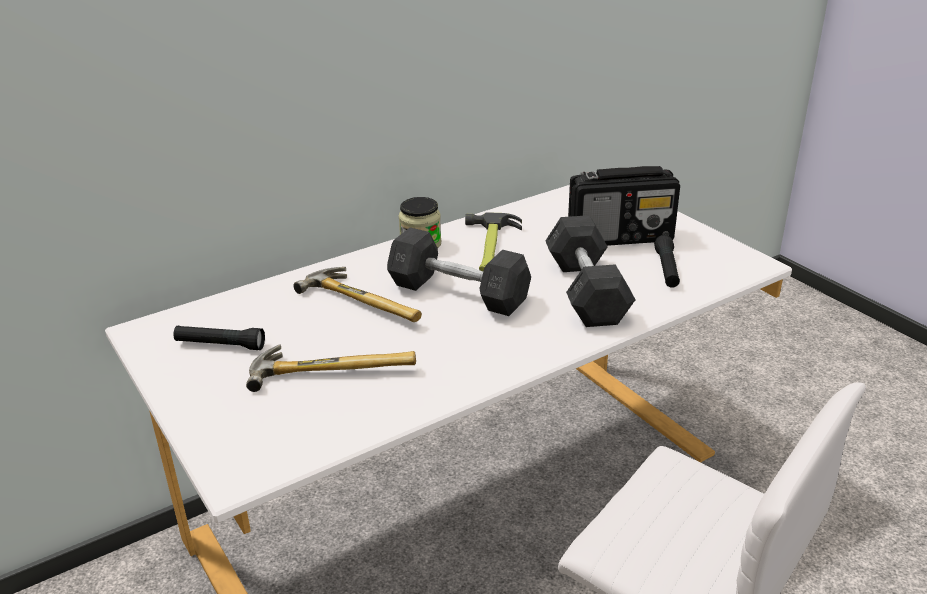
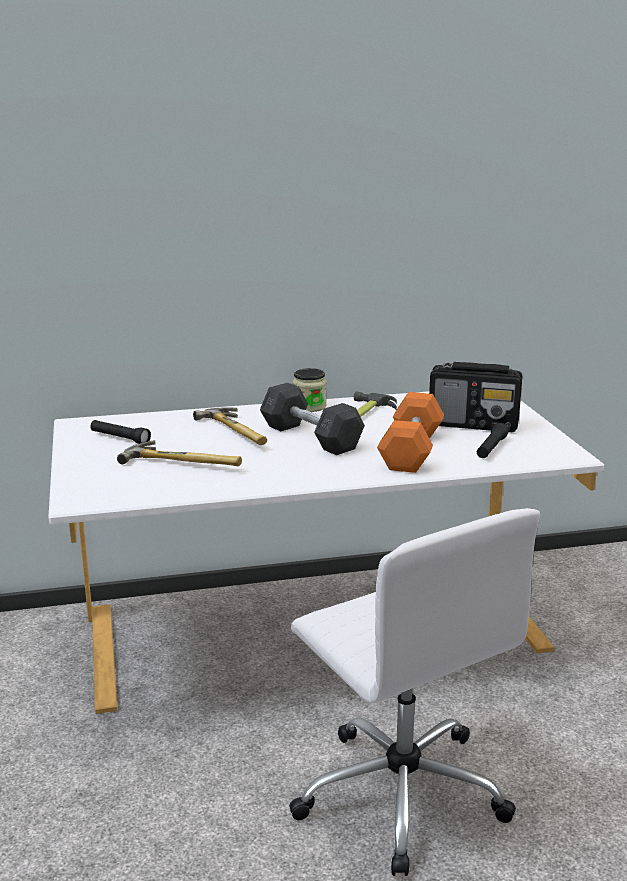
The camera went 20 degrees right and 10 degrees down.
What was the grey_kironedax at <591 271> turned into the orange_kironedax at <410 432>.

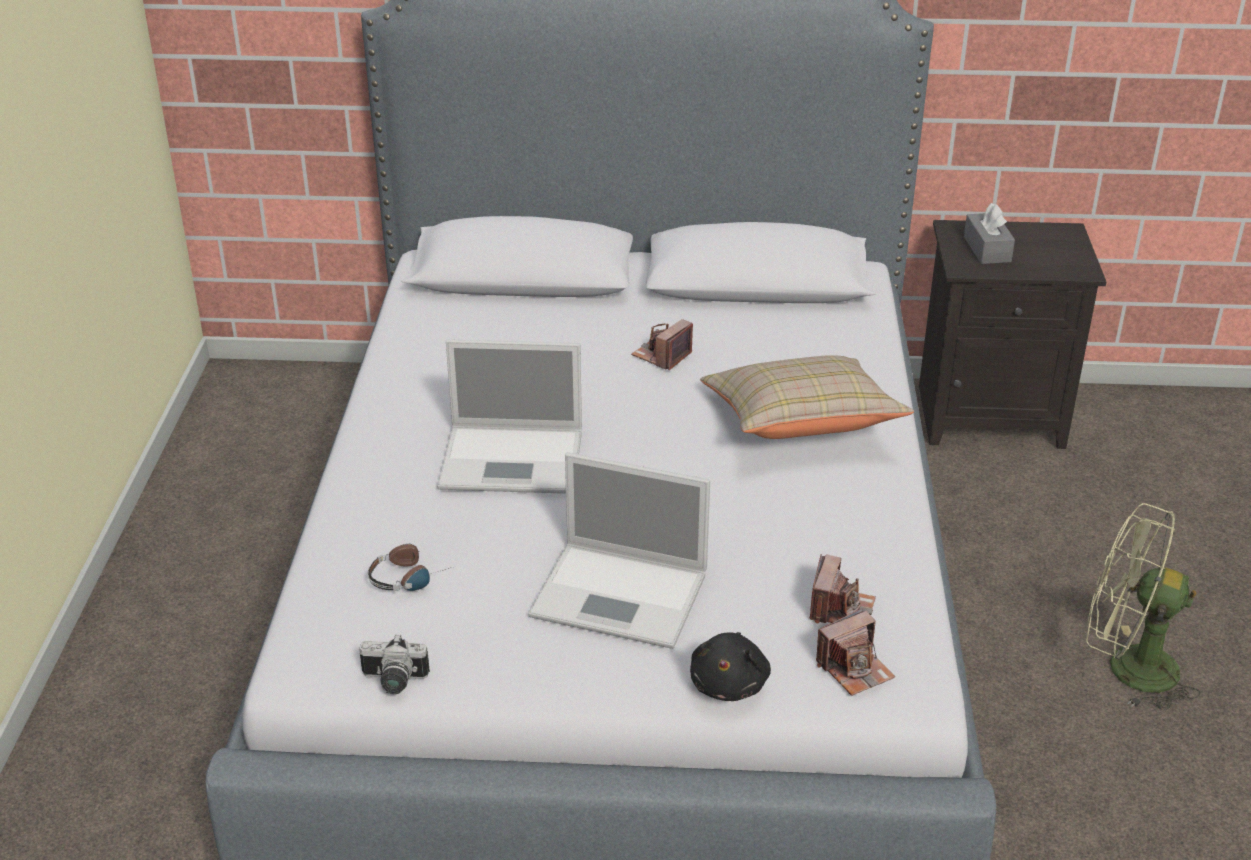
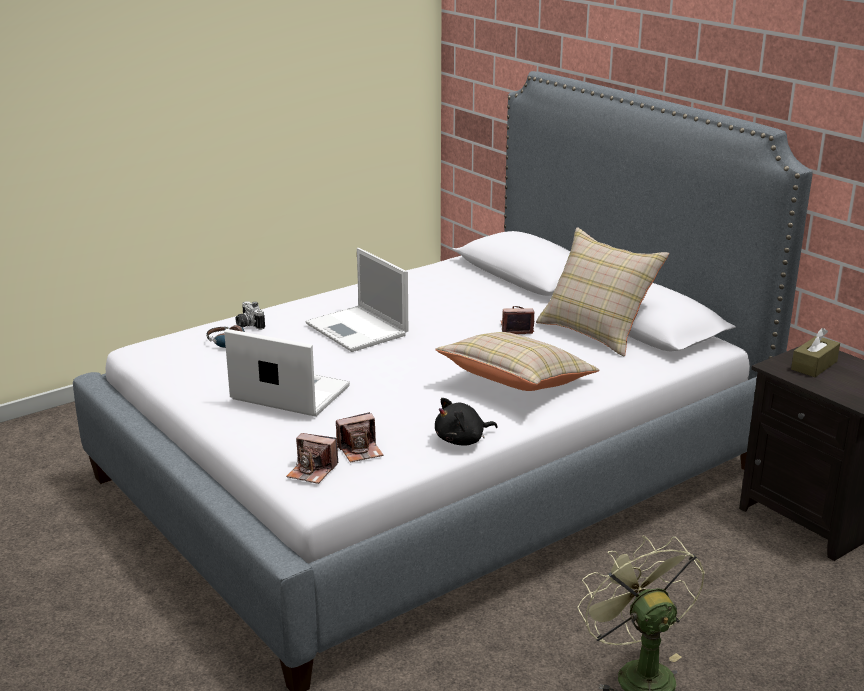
The camera went 50 degrees right and 10 degrees down.
What was the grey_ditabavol at <989 233> turned into the brown_ditabavol at <815 352>.
The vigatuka at <619 550> ended up facing another way, 135 degrees clockwise from before.
The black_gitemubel ended up elsewhere, having gone from <730 666> to <466 421>.
The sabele ended up elsewhere, having gone from <394 664> to <250 315>.
The second view gained the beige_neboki at <602 292>.

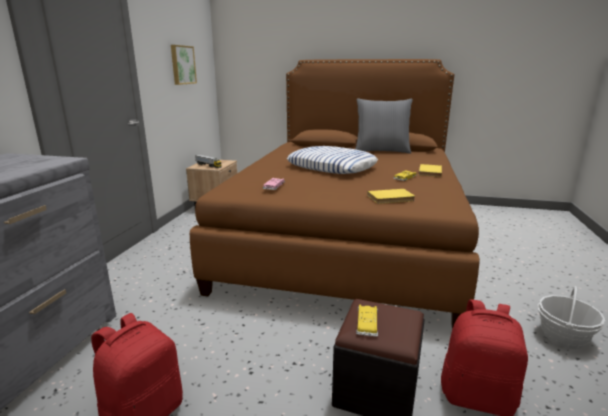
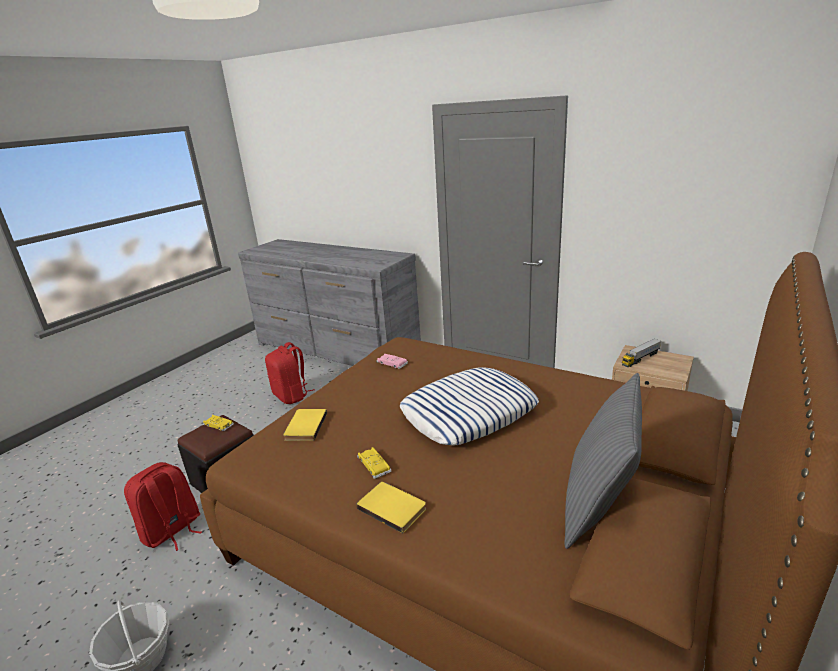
The camera went 110 degrees right and 5 degrees up.
The second view lost the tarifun at <184 65>.

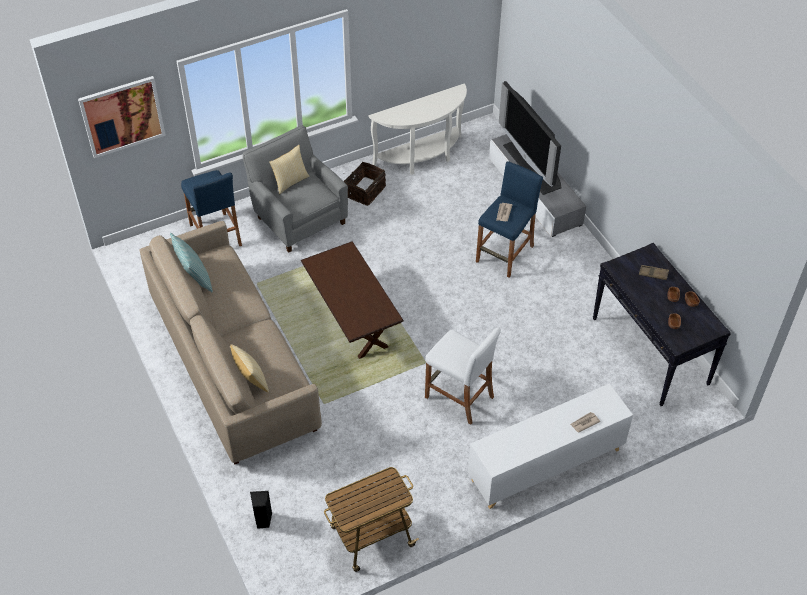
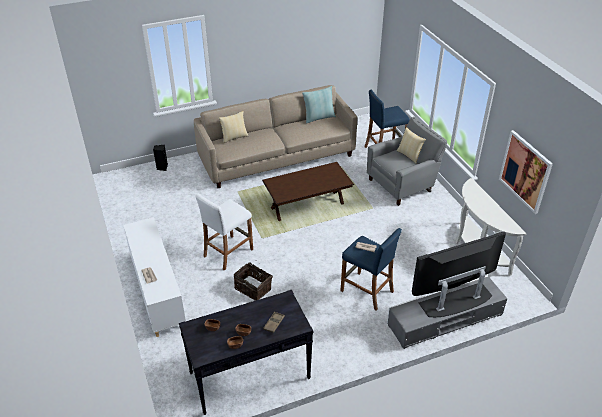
The camera went 95 degrees right and 10 degrees down.
The tarifun ended up elsewhere, having gone from <122 117> to <526 172>.
The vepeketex ended up elsewhere, having gone from <365 184> to <253 281>.
The second view lost the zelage at <371 519>.

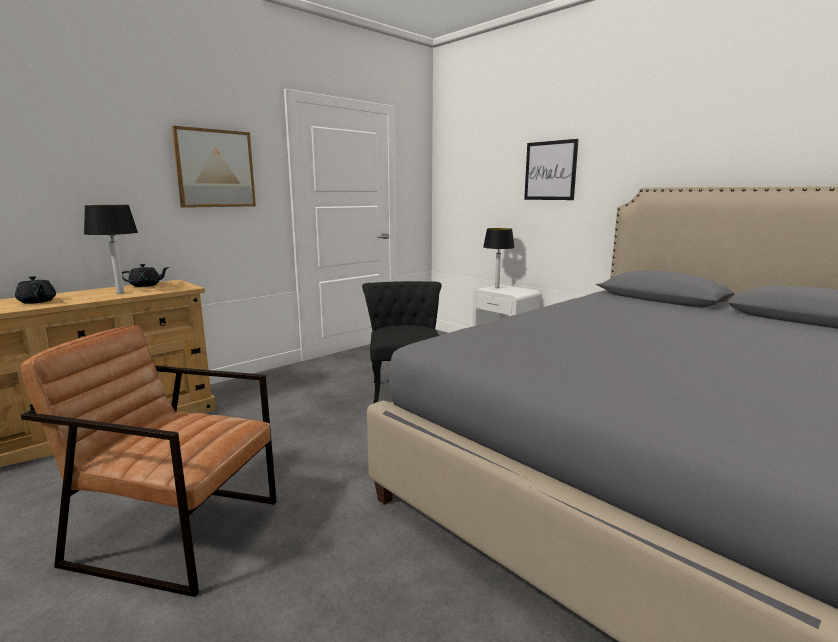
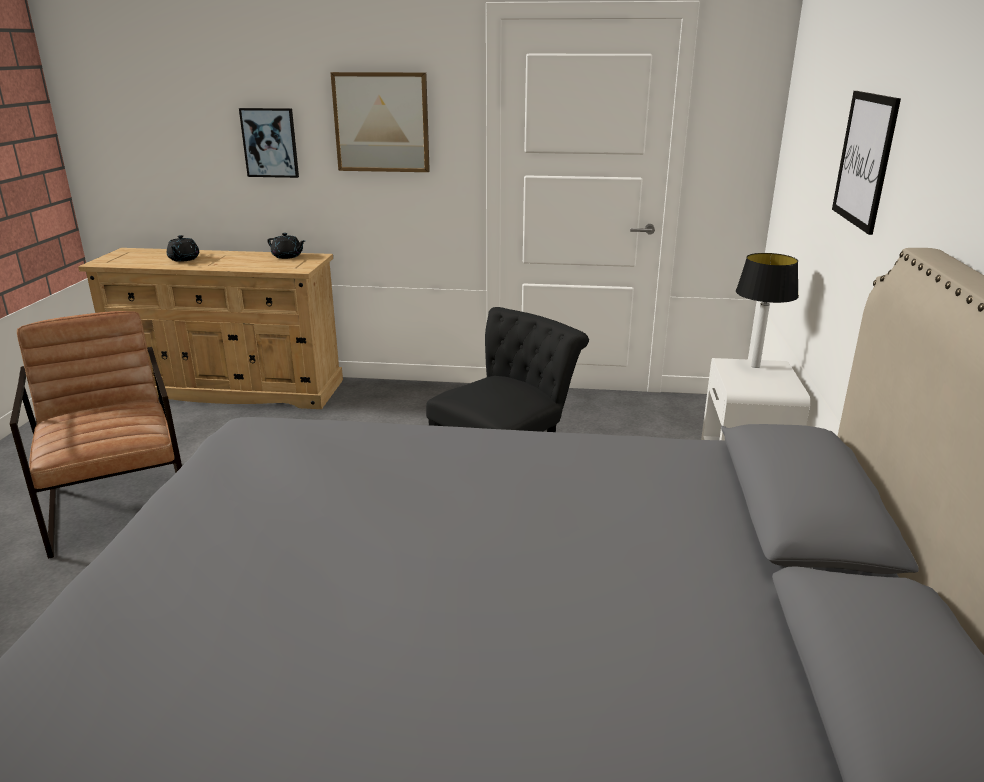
The camera went 50 degrees right and 10 degrees up.
The second view lost the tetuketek at <111 249>.
The second view gained the tarifun at <269 143>.

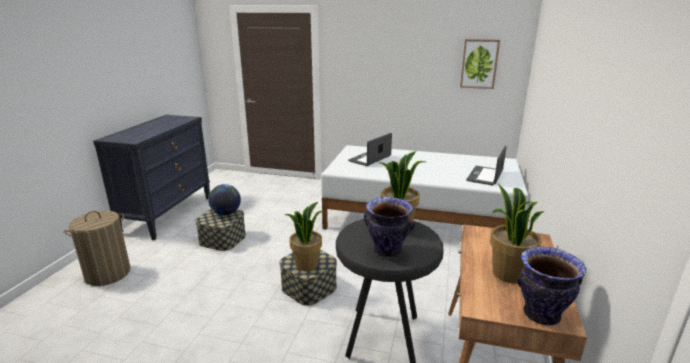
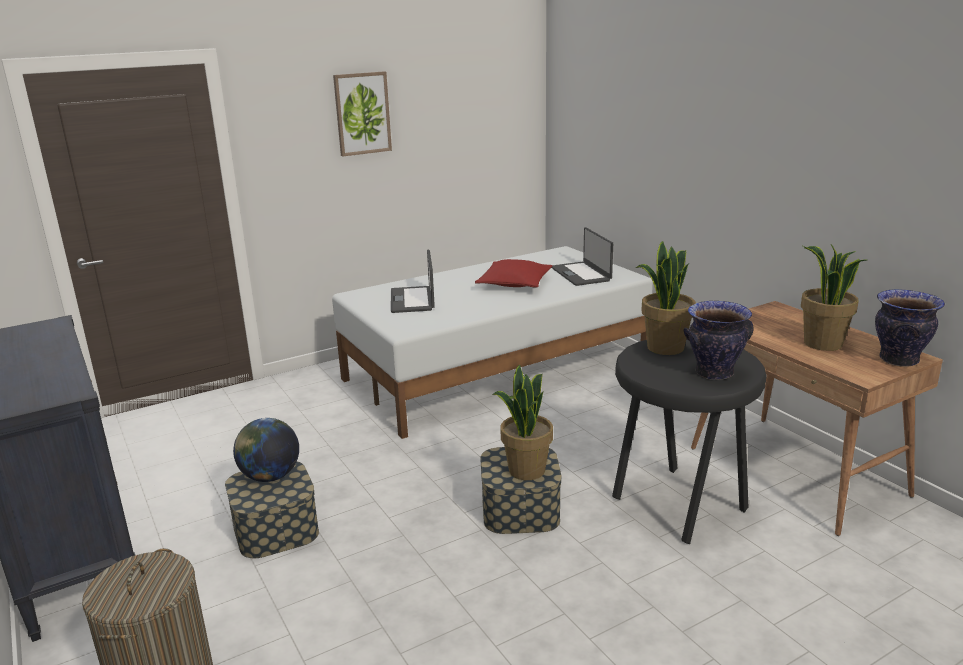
The camera went 45 degrees left and 0 degrees up.
The tarifun ended up elsewhere, having gone from <480 64> to <362 113>.
The second view gained the red_neboki at <514 273>.

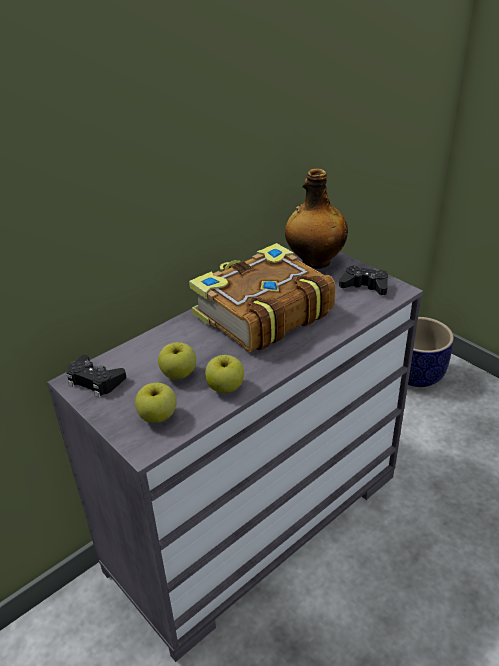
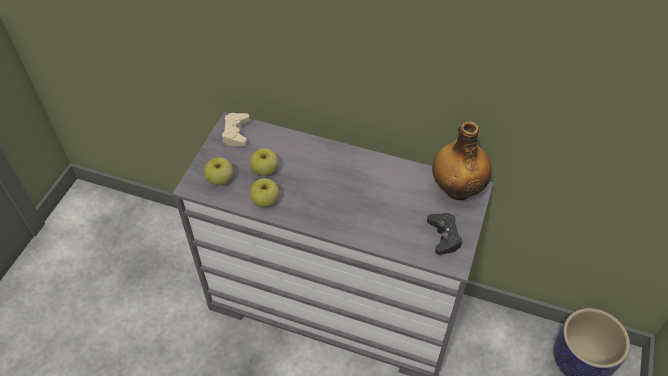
The camera went 60 degrees right and 15 degrees up.
The second view lost the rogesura at <262 297>.
What was the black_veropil at <96 376> turned into the beige_veropil at <236 129>.

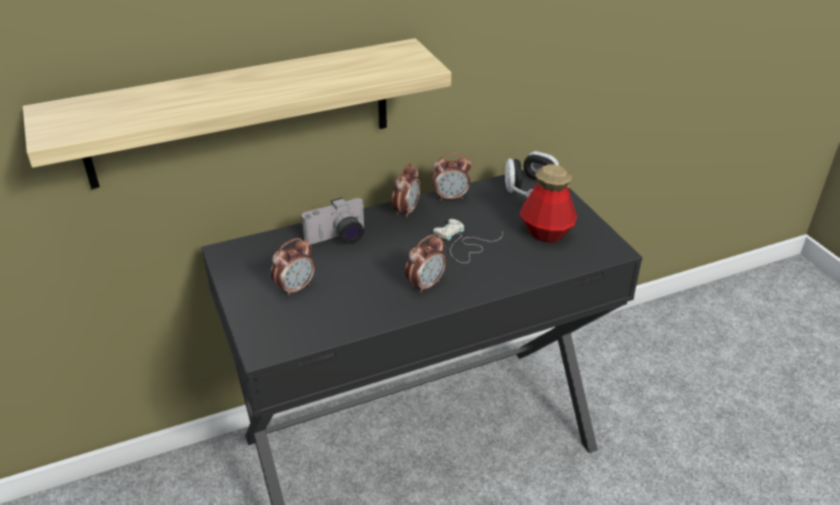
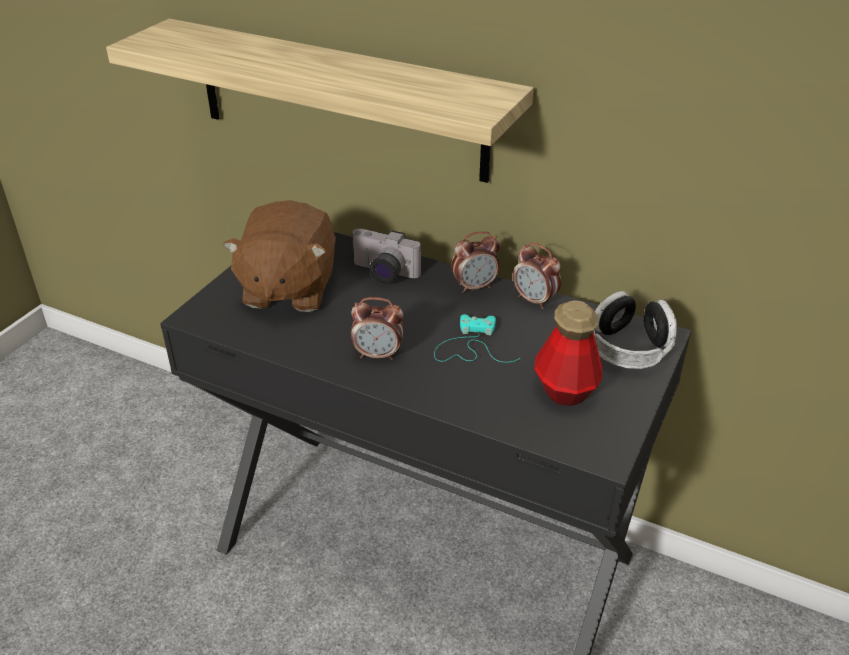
The camera went 50 degrees right and 0 degrees up.
What was the white_veropil at <468 241> turned into the turquoise_veropil at <477 338>.
Where the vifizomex stood at <293 267>, the brown_gitemubel came to stand at <279 256>.

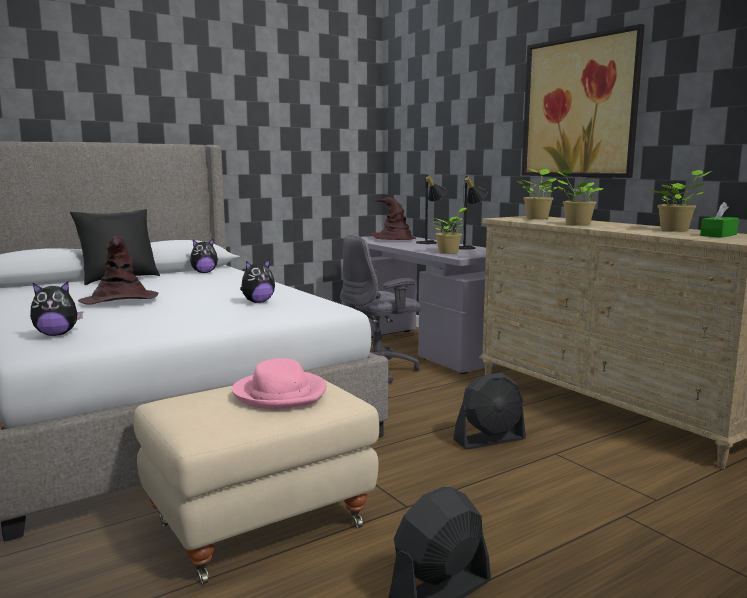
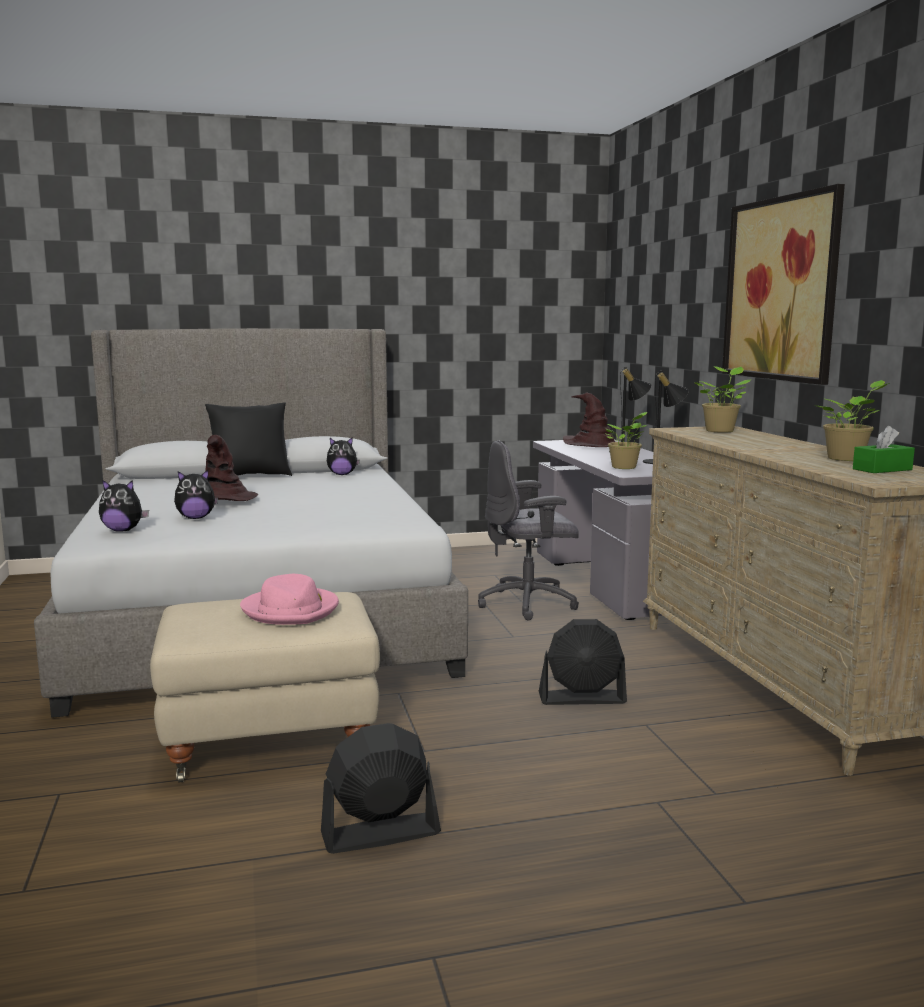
The camera went 20 degrees right and 0 degrees up.
The second view lost the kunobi at <578 197>.
The gitemubel ended up elsewhere, having gone from <257 281> to <196 494>.

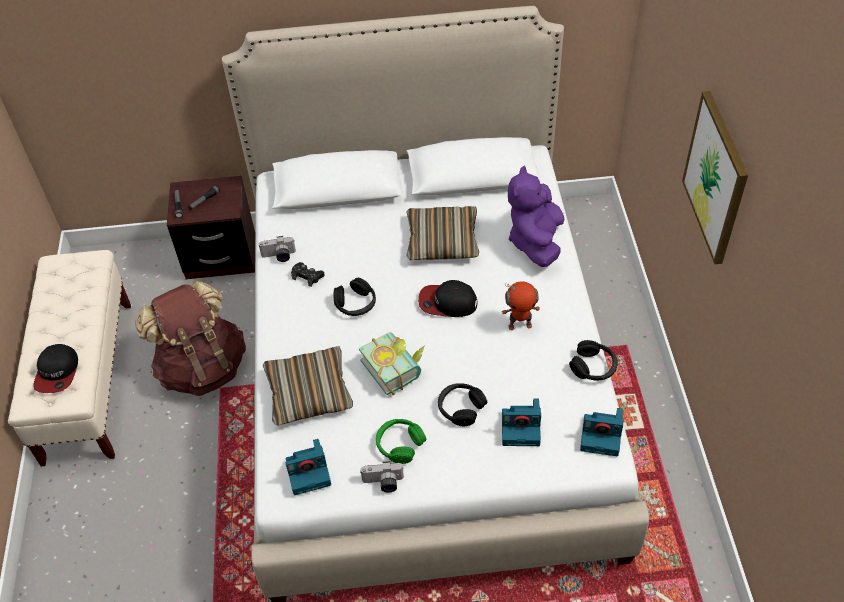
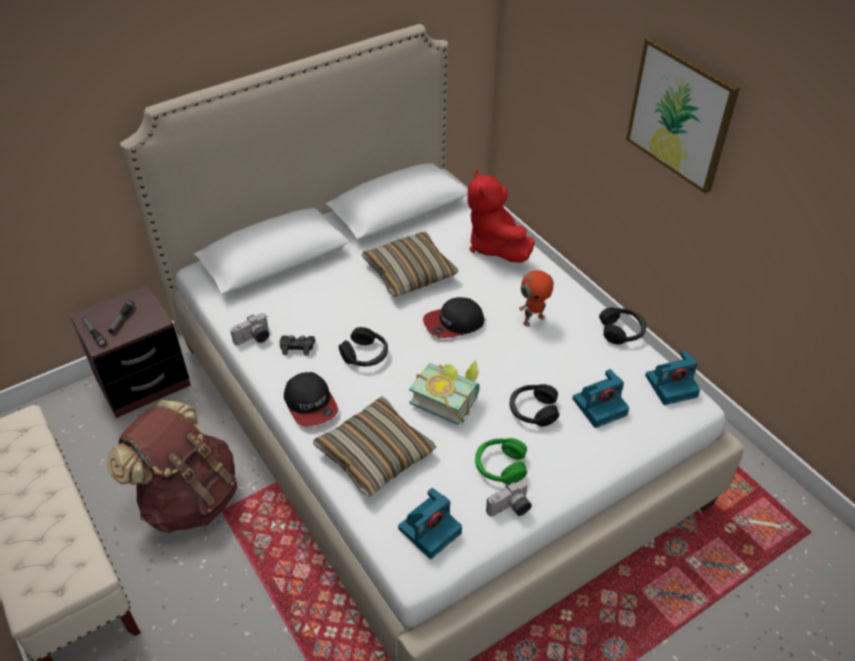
The camera went 30 degrees left and 5 degrees down.
What was the purple_gitemubel at <536 216> turned into the red_gitemubel at <501 216>.
The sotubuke ended up elsewhere, having gone from <55 368> to <311 399>.

